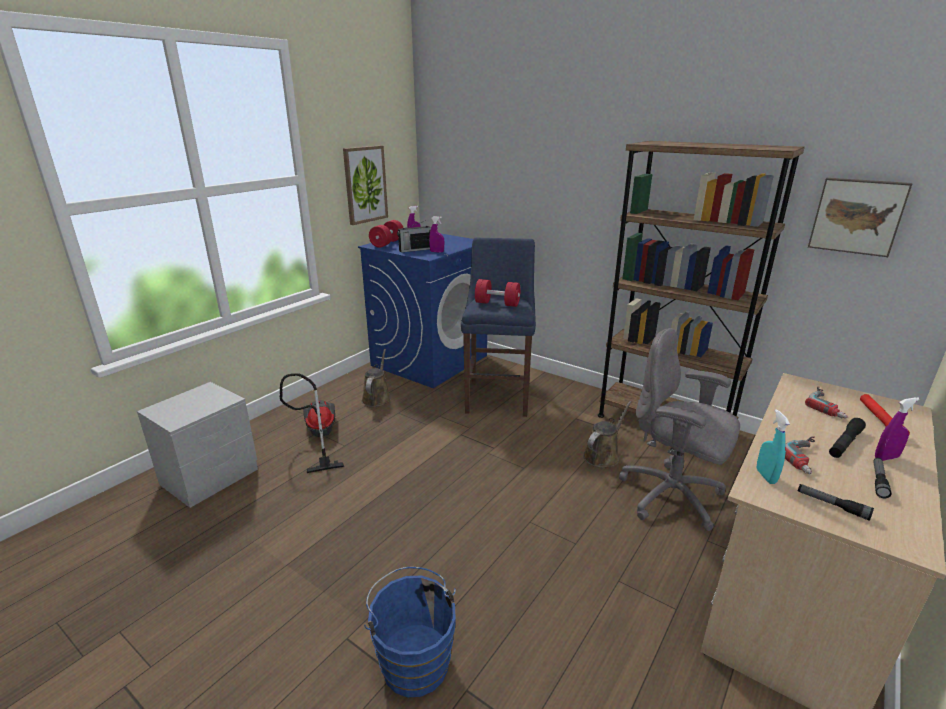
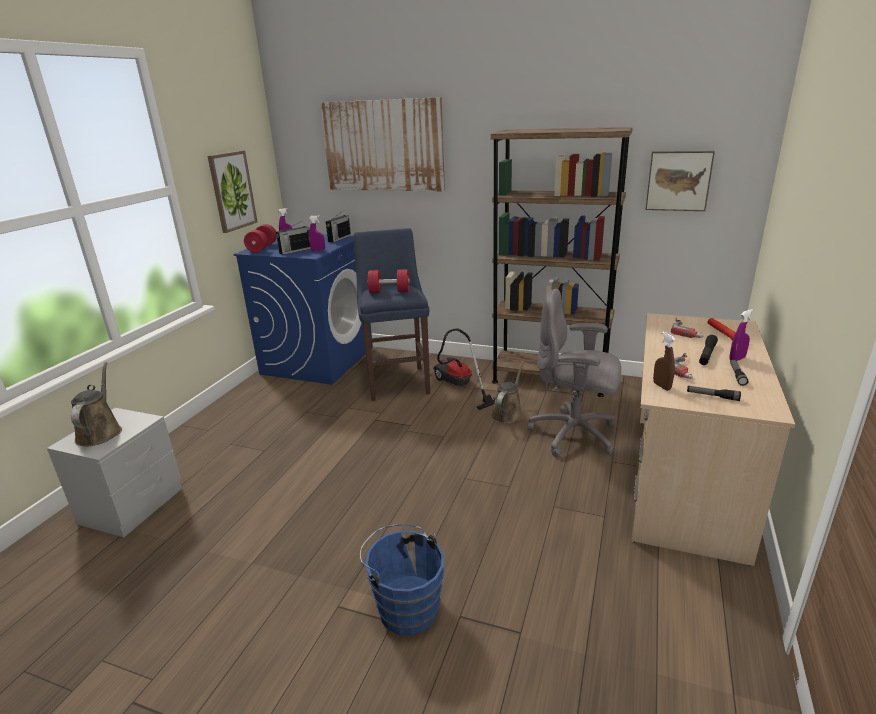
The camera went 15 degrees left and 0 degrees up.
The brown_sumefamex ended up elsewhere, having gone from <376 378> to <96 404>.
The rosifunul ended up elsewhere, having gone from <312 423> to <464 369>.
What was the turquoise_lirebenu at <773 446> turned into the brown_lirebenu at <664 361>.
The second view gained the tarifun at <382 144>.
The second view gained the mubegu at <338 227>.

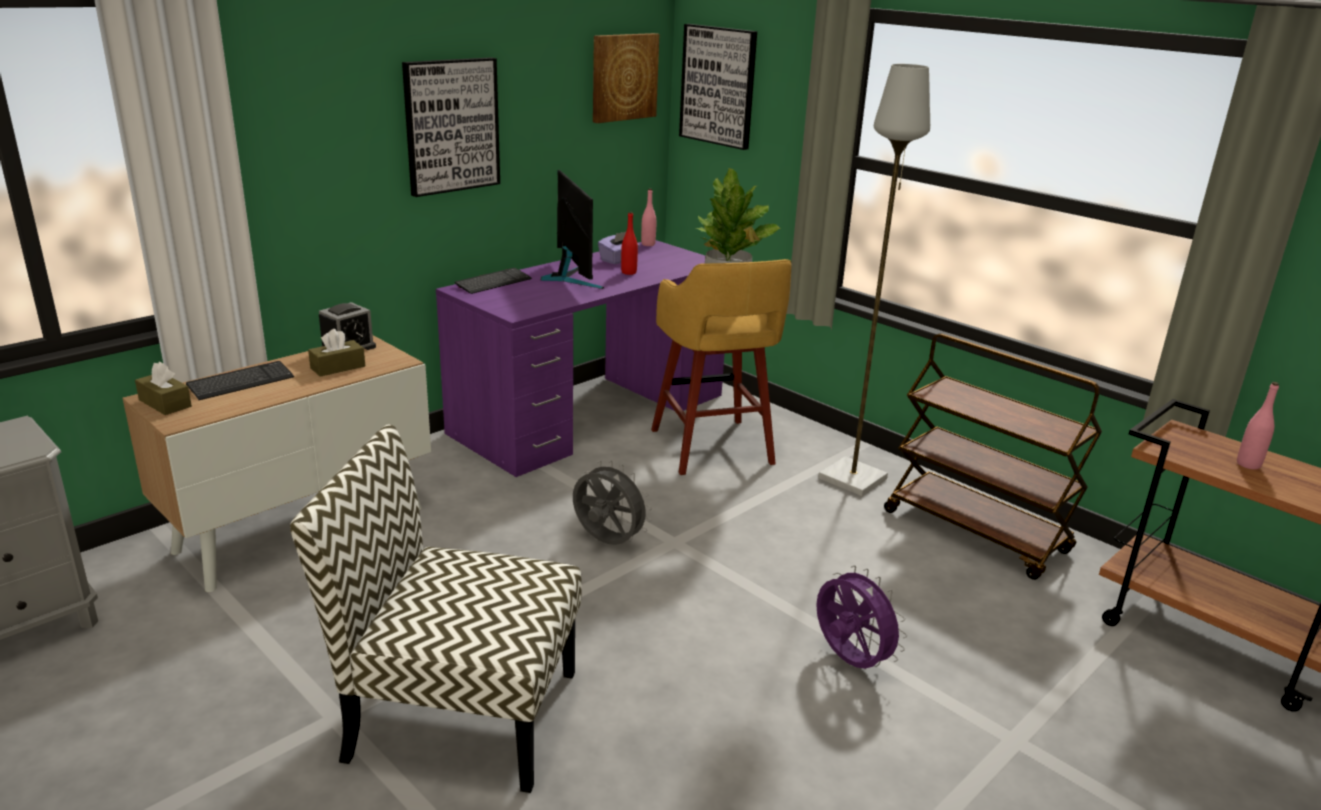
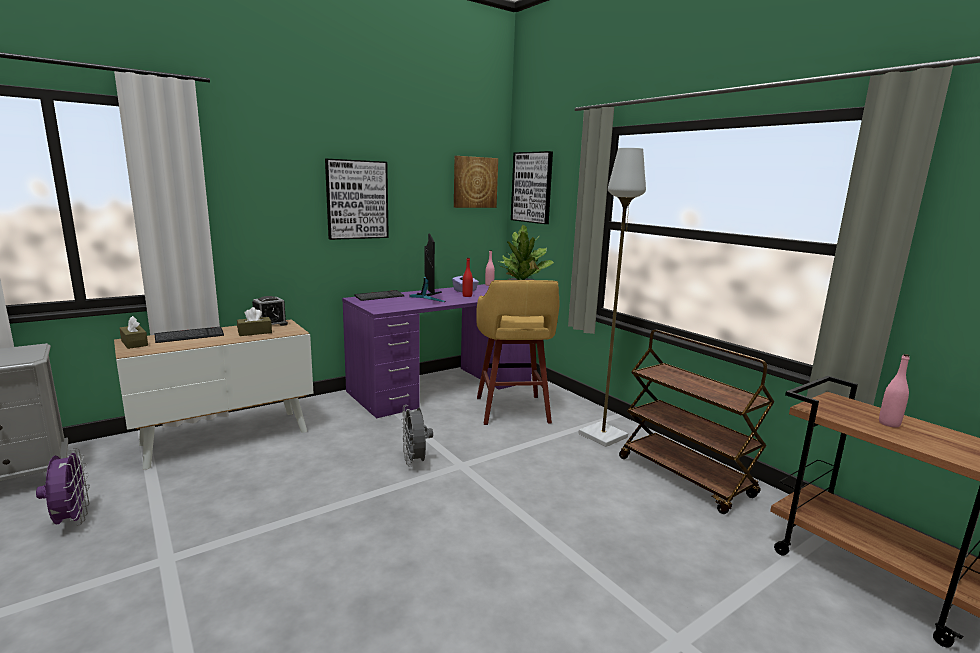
The camera went 10 degrees right and 10 degrees down.
The second view lost the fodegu at <436 608>.
The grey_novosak at <612 503> ended up facing another way, 150 degrees counterclockwise from before.
The purple_novosak ended up elsewhere, having gone from <861 617> to <63 487>.

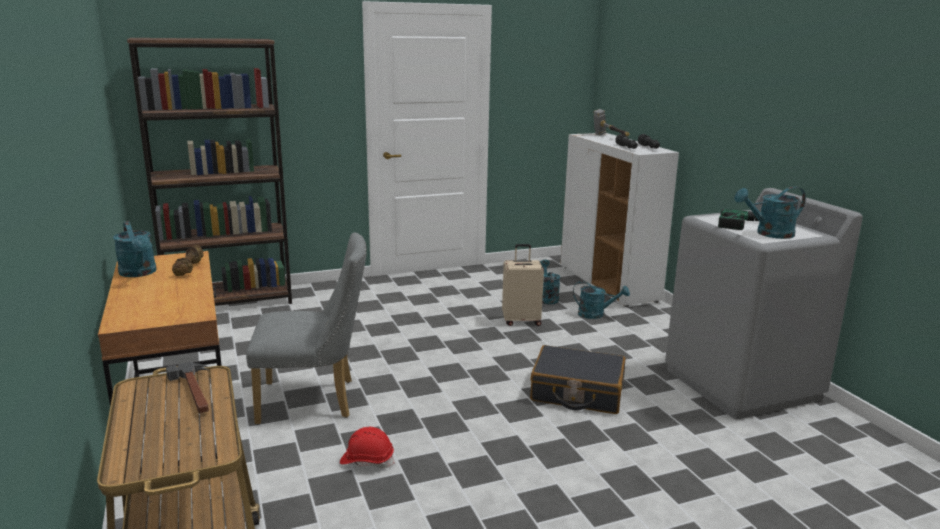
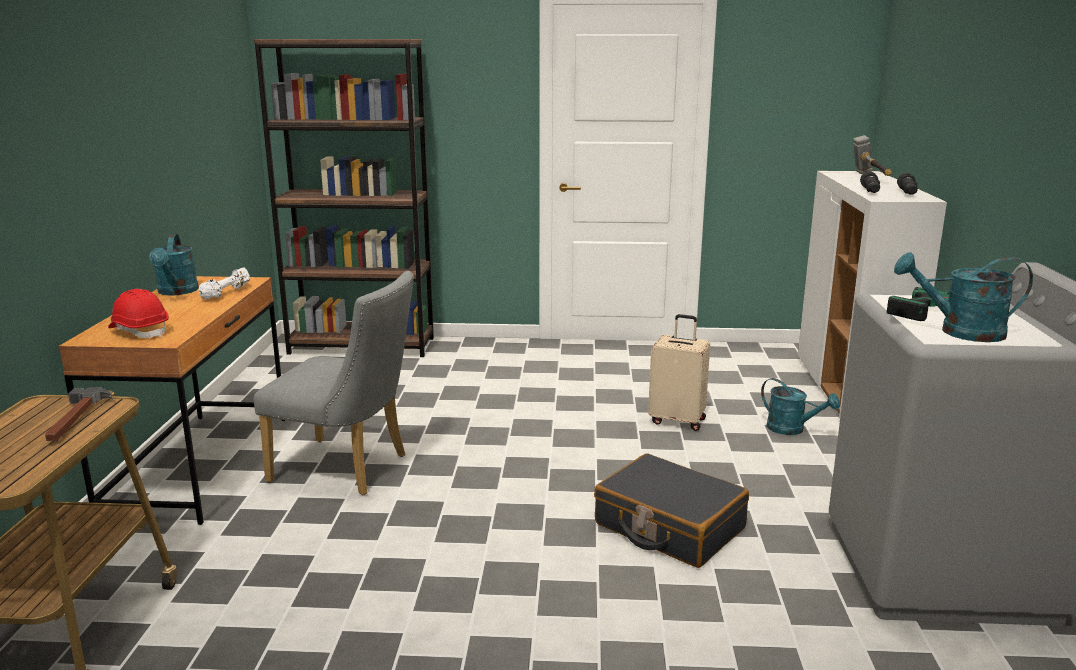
The camera went 25 degrees right and 0 degrees up.
What was the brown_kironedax at <188 260> turned into the white_kironedax at <224 283>.
The second view lost the turquoise_sumefamex at <550 282>.
The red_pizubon ended up elsewhere, having gone from <367 447> to <138 313>.

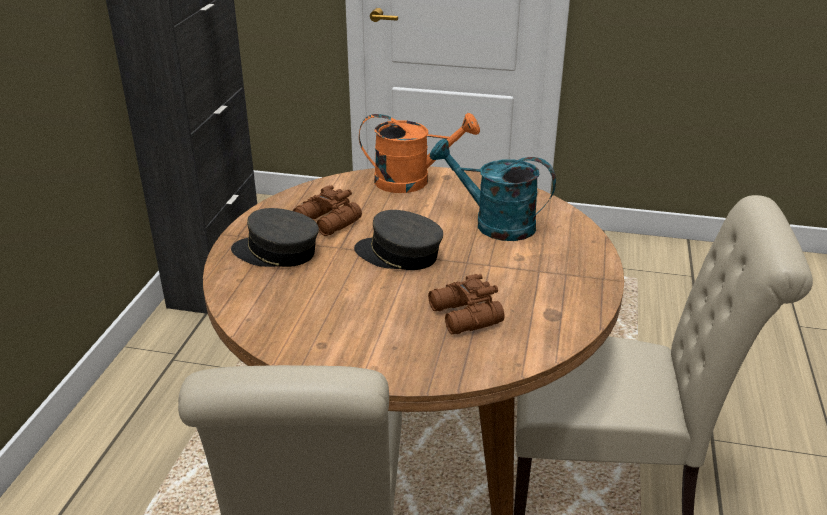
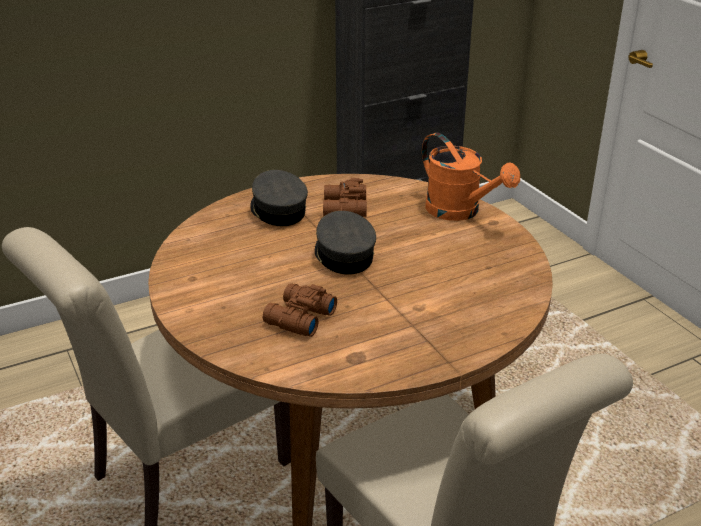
The camera went 50 degrees right and 0 degrees up.
The second view lost the turquoise_sumefamex at <493 190>.

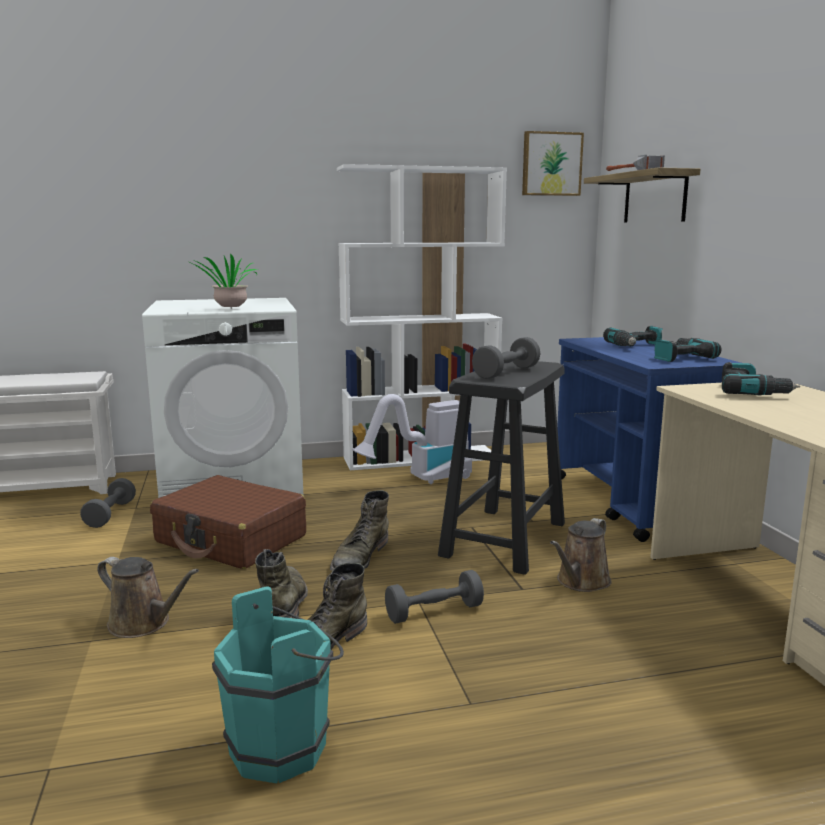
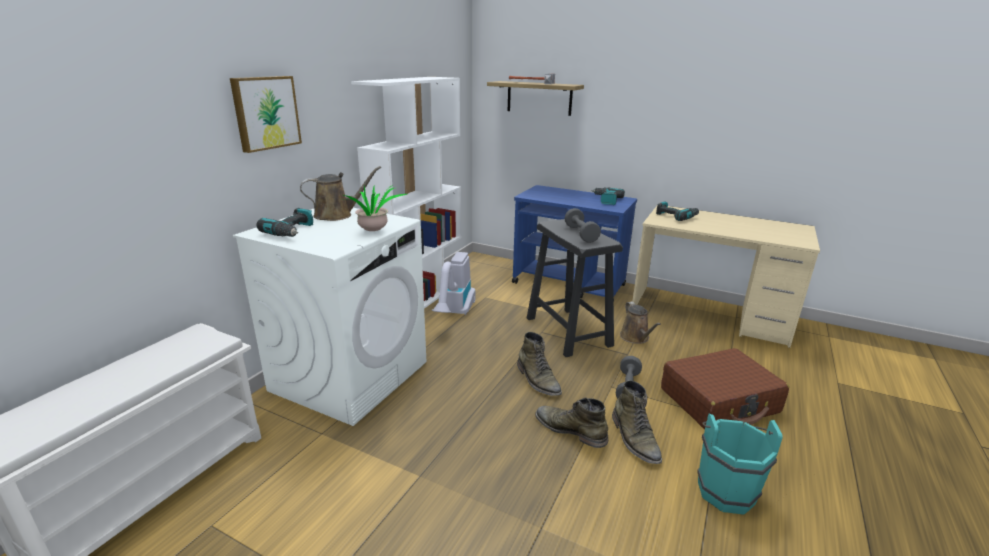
The camera went 50 degrees left and 10 degrees up.
The tarifun ended up elsewhere, having gone from <553 163> to <266 114>.
The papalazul ended up elsewhere, having gone from <633 336> to <284 222>.
The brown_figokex ended up elsewhere, having gone from <228 522> to <725 389>.
The second view lost the grey_kironedax at <108 503>.
The brown_sumefamex ended up elsewhere, having gone from <148 597> to <340 193>.

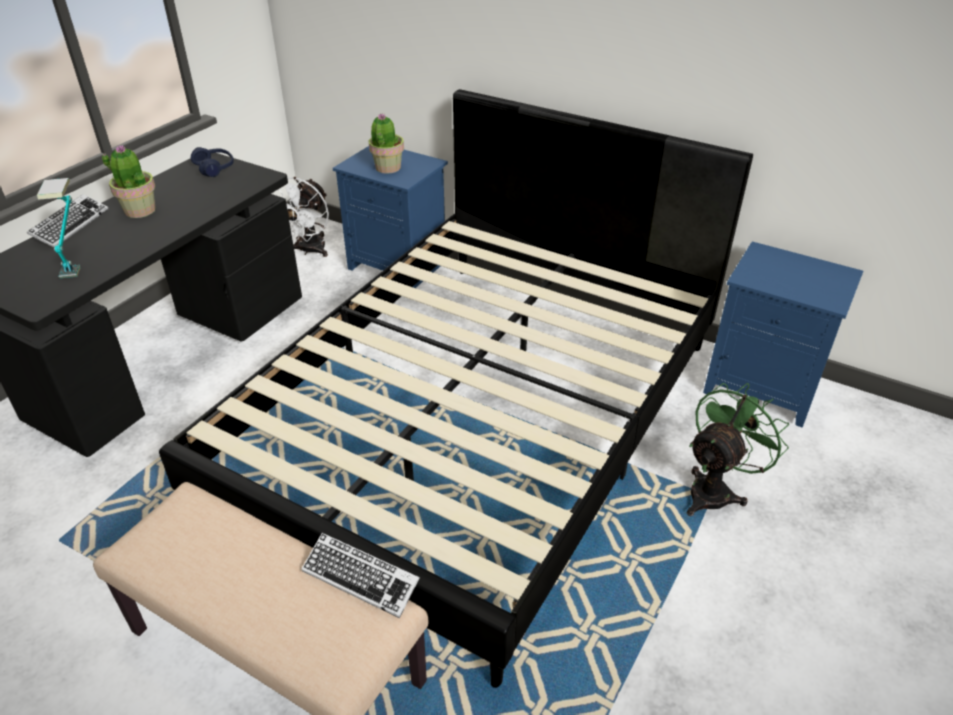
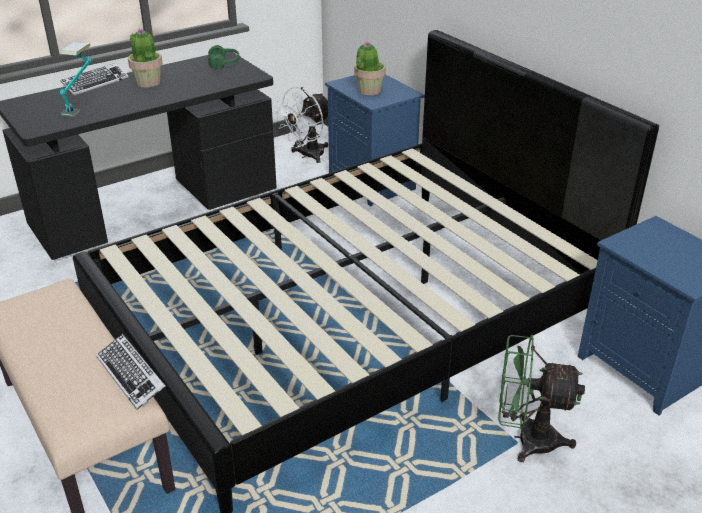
The camera went 25 degrees right and 5 degrees down.
What was the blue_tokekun at <212 162> turned into the green_tokekun at <224 57>.
The green_novosak at <738 449> ended up facing another way, 150 degrees counterclockwise from before.

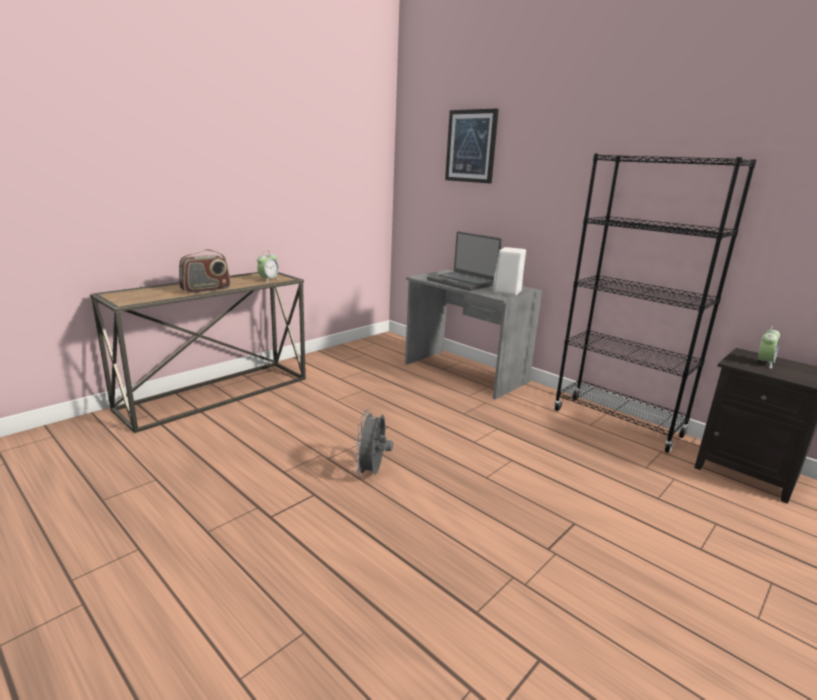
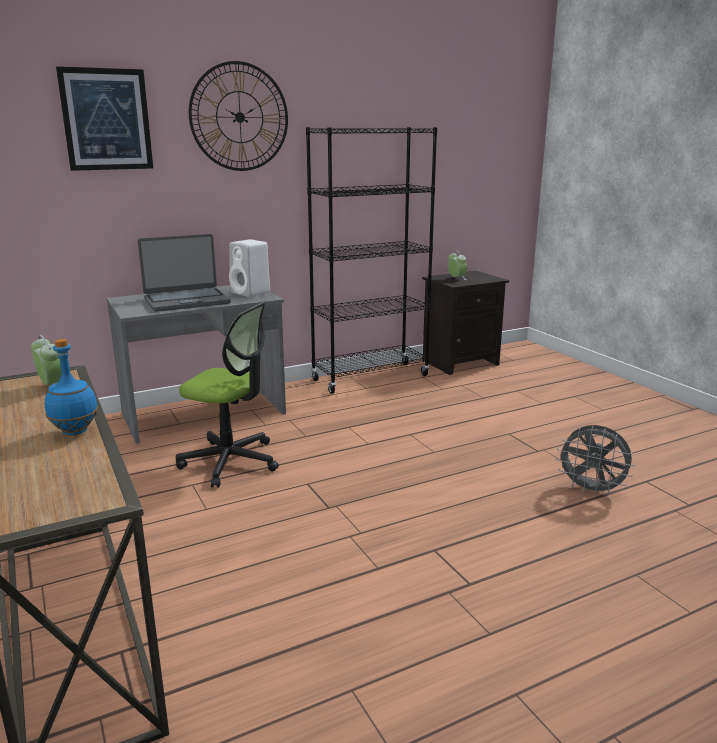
The camera went 70 degrees left and 0 degrees up.
Where the mubegu stood at <204 271>, the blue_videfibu came to stand at <71 387>.
The grey_novosak ended up elsewhere, having gone from <373 443> to <595 460>.
The second view gained the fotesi at <238 116>.
The second view gained the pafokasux at <227 394>.

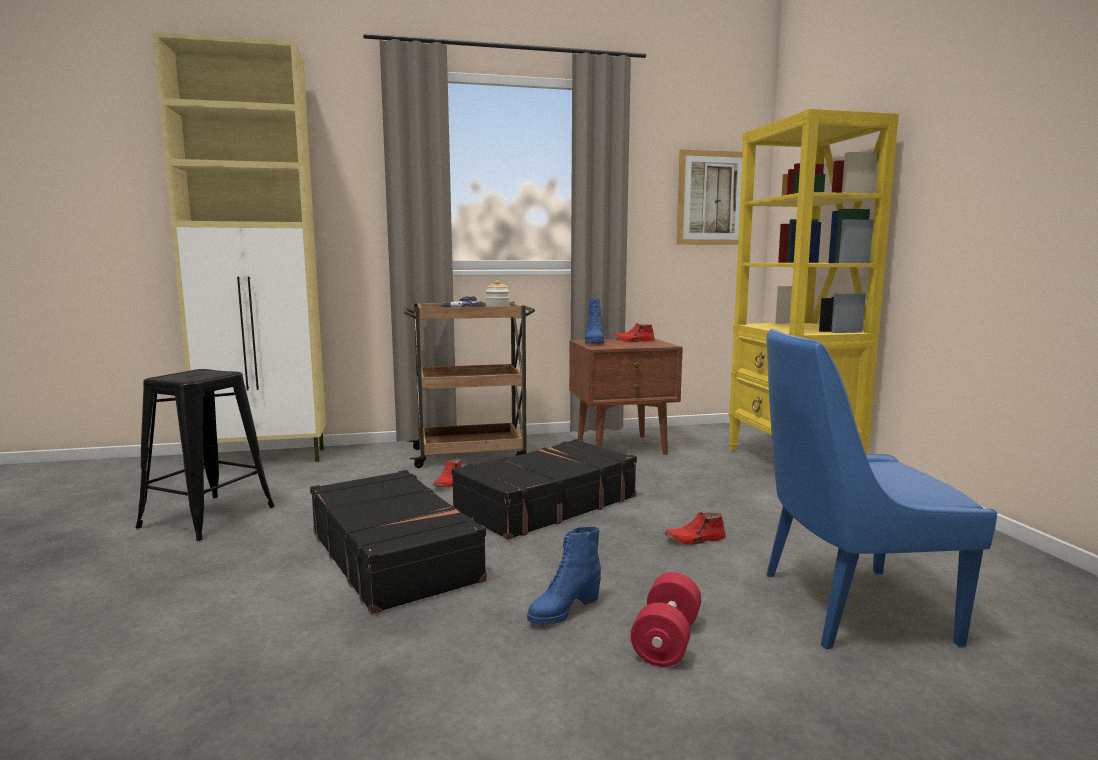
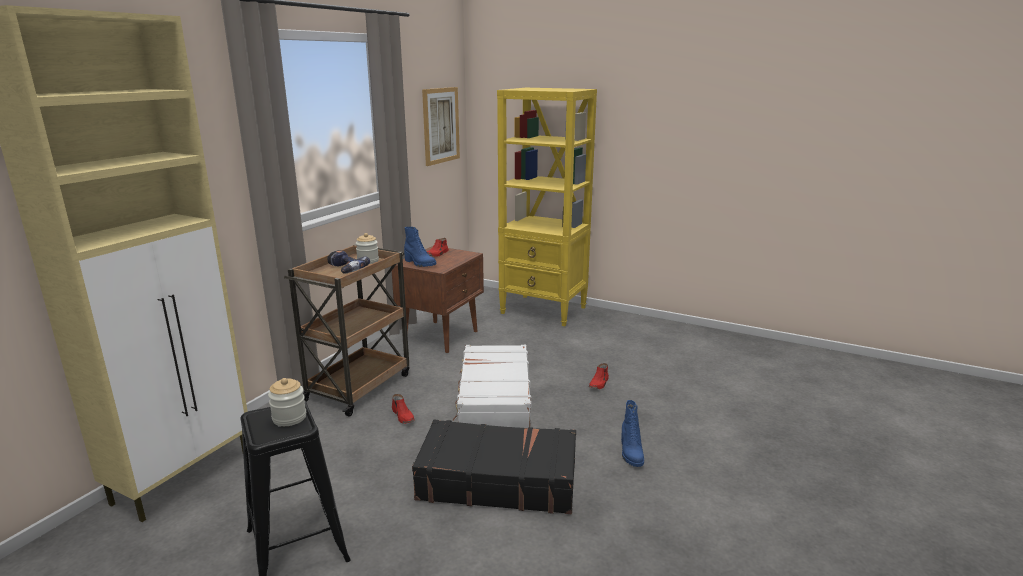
The camera went 50 degrees left and 10 degrees up.
The second view lost the blue_fodegu at <881 489>.
What was the black_figokex at <544 489> turned into the white_figokex at <492 386>.
The second view lost the red_kironedax at <665 619>.
The second view gained the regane at <287 402>.

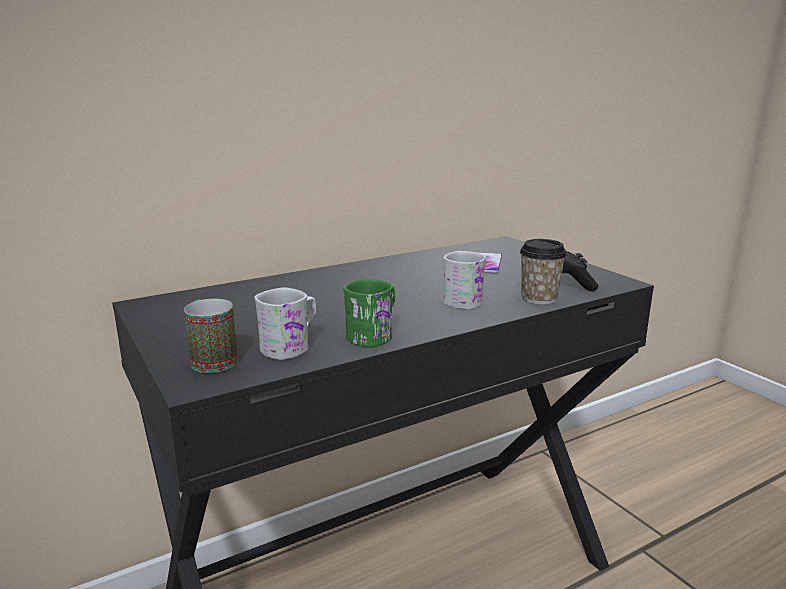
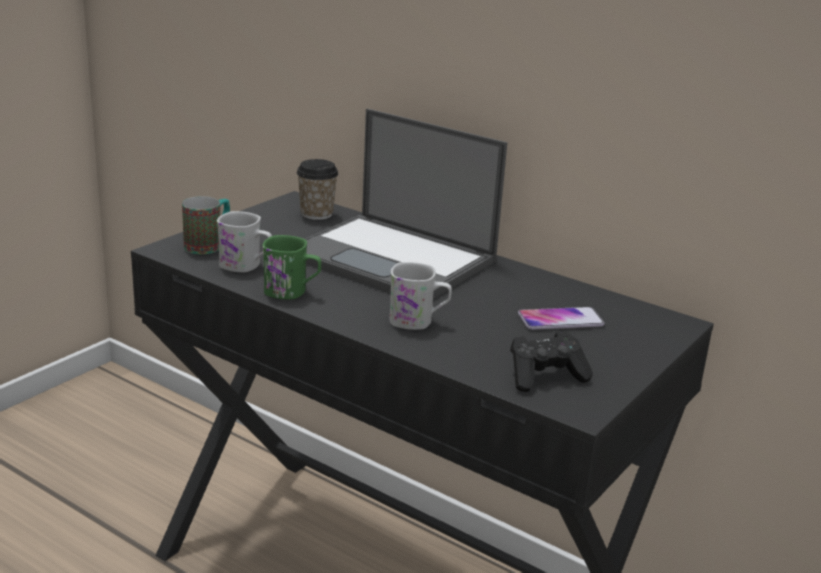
The camera went 65 degrees right and 5 degrees up.
The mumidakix ended up elsewhere, having gone from <543 272> to <317 189>.
The second view gained the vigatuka at <406 203>.

